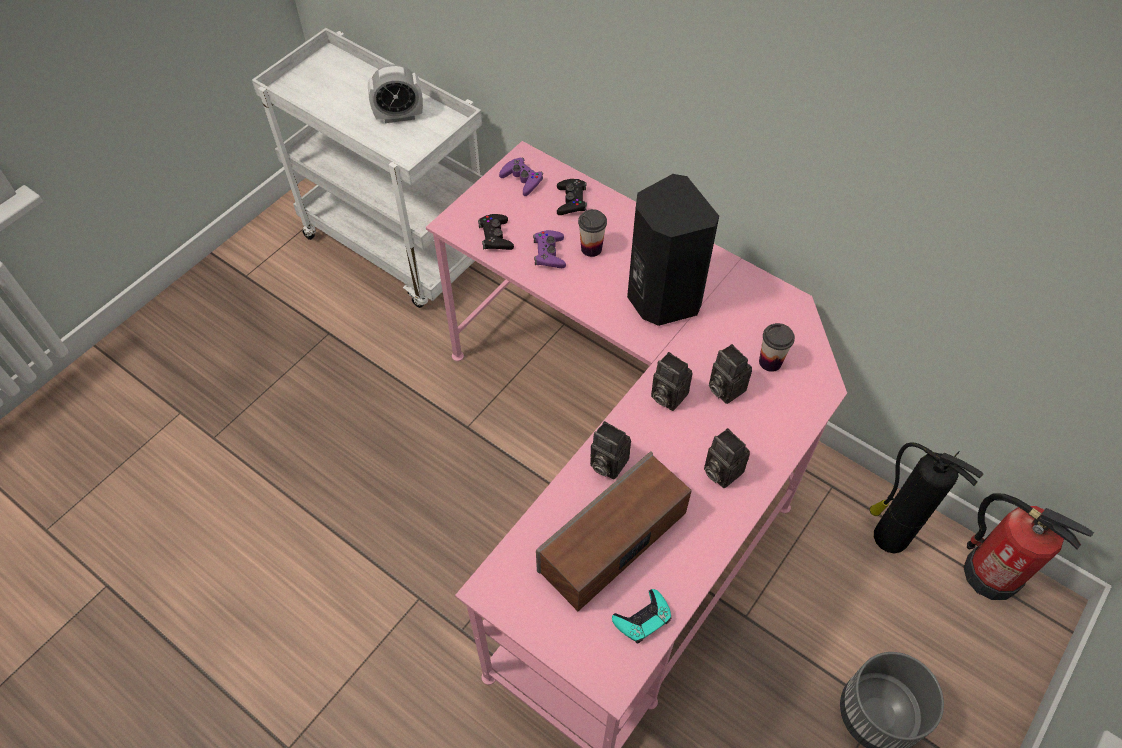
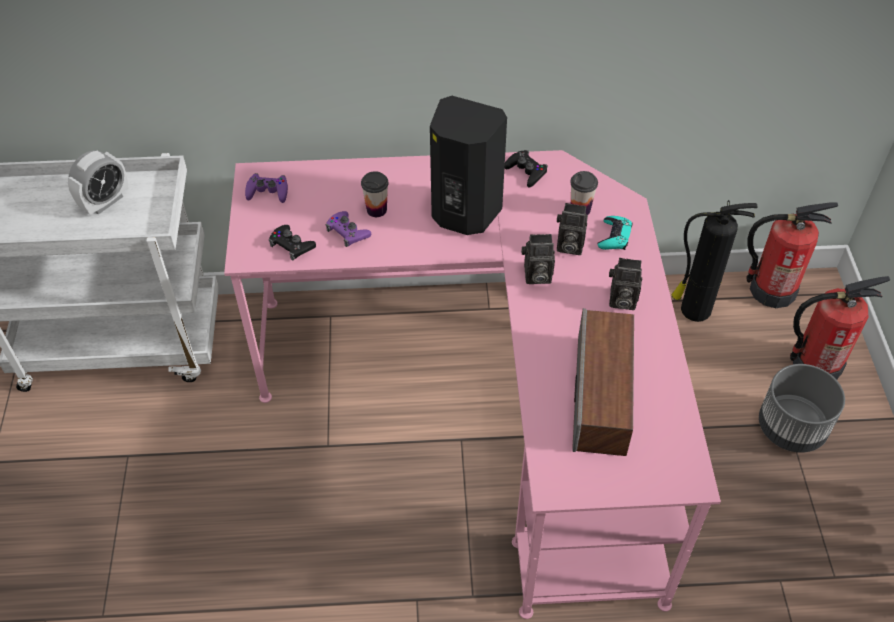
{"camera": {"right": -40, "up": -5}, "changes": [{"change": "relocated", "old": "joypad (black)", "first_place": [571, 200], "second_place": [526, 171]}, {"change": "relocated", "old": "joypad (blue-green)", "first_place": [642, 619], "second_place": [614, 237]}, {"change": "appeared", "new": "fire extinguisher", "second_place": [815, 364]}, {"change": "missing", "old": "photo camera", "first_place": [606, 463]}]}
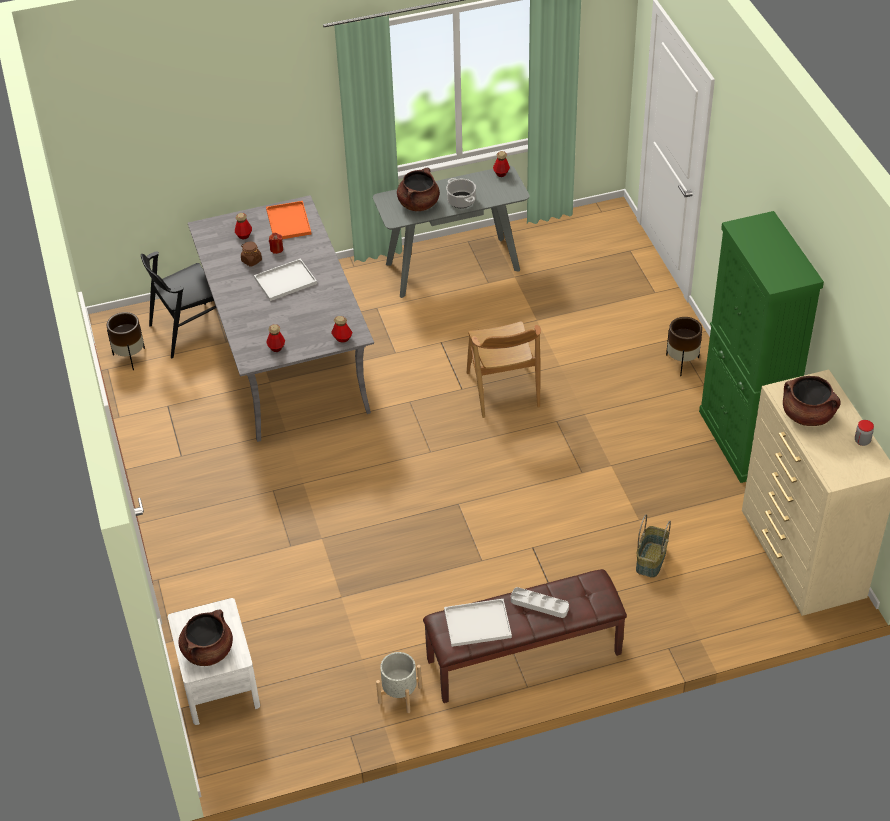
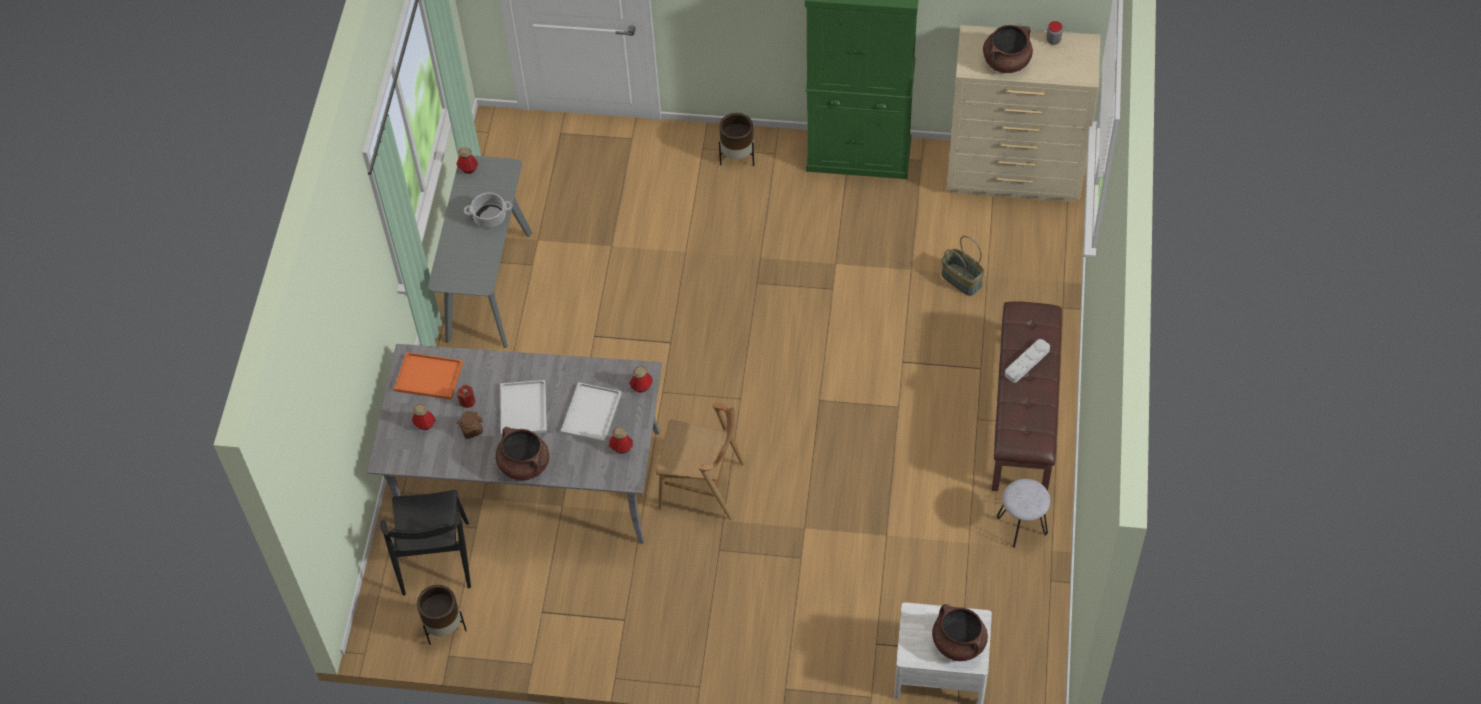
{"camera": {"right": -65, "up": 10}, "changes": [{"change": "relocated", "old": "saucepot (brown-coloured)", "first_place": [418, 204], "second_place": [524, 465]}, {"change": "relocated", "old": "serving tray (white)", "first_place": [476, 624], "second_place": [591, 414]}, {"change": "relocated", "old": "chair (brown-coloured)", "first_place": [502, 390], "second_place": [702, 486]}, {"change": "exchanged", "old": "planter (greyish)", "new": "sitting stool (greyish)", "first_place": [400, 694], "second_place": [1022, 526]}]}
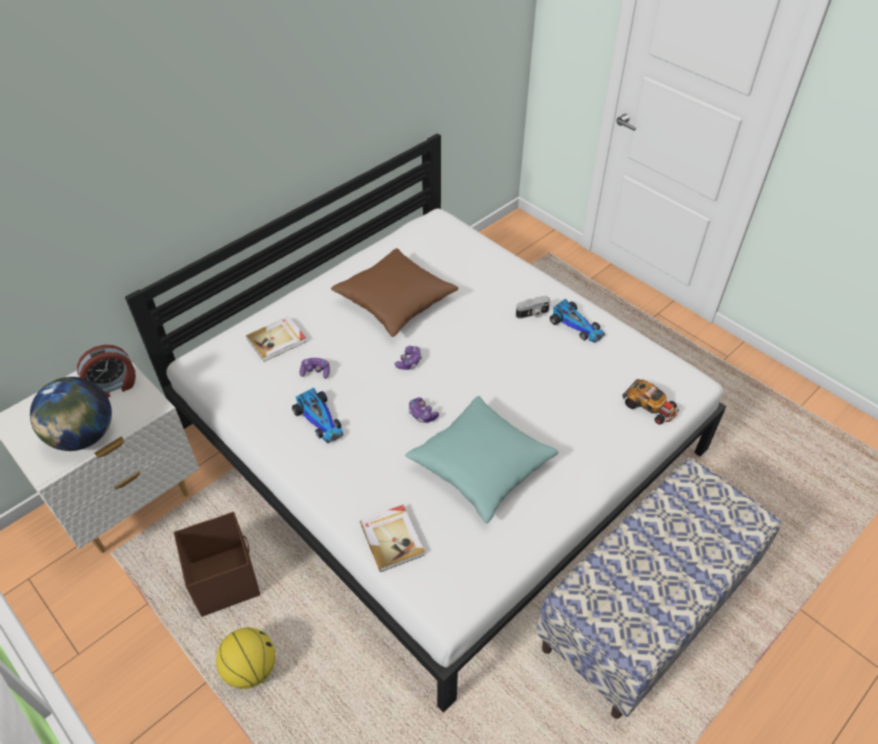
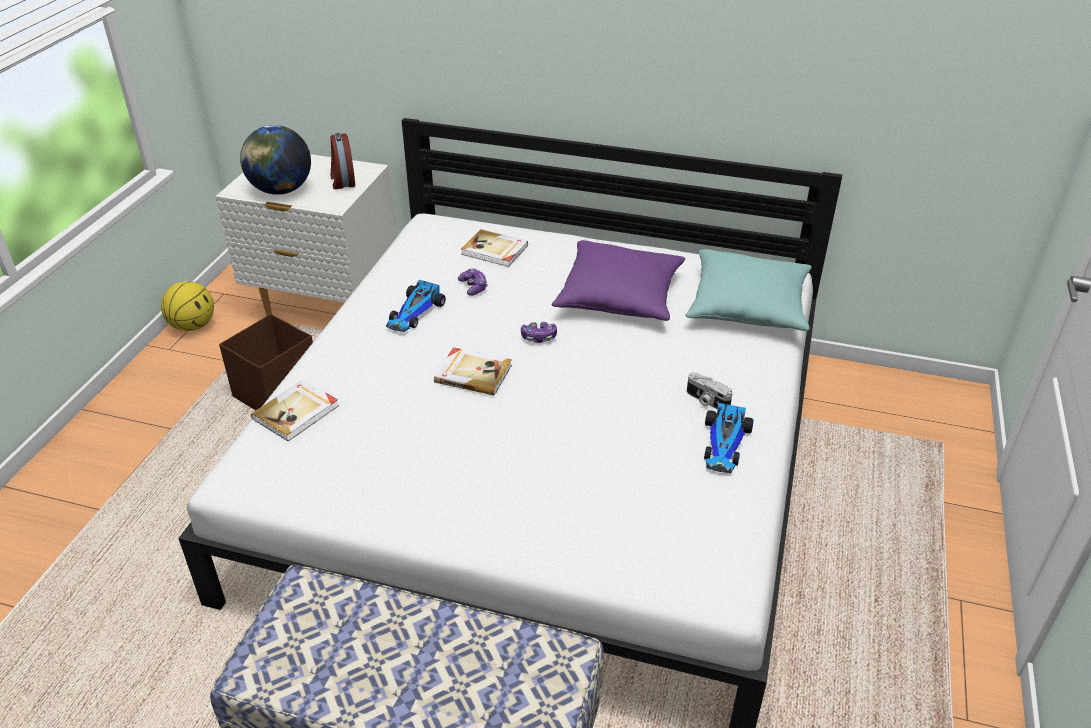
{"camera": {"right": 60, "up": -10}, "changes": [{"change": "relocated", "old": "basketball ball", "first_place": [251, 668], "second_place": [193, 326]}, {"change": "spun", "old": "bedside clock", "first_place": [113, 386], "second_place": [342, 180], "degrees": 45}, {"change": "exchanged", "old": "joypad", "new": "book", "first_place": [422, 414], "second_place": [473, 373]}, {"change": "colour", "old": "pillow (brown-coloured)", "new": "pillow (purplish)", "first_place": [395, 301], "second_place": [619, 297]}, {"change": "relocated", "old": "pillow (blue-green)", "first_place": [481, 466], "second_place": [748, 306]}, {"change": "missing", "old": "miniature car", "first_place": [650, 406]}]}
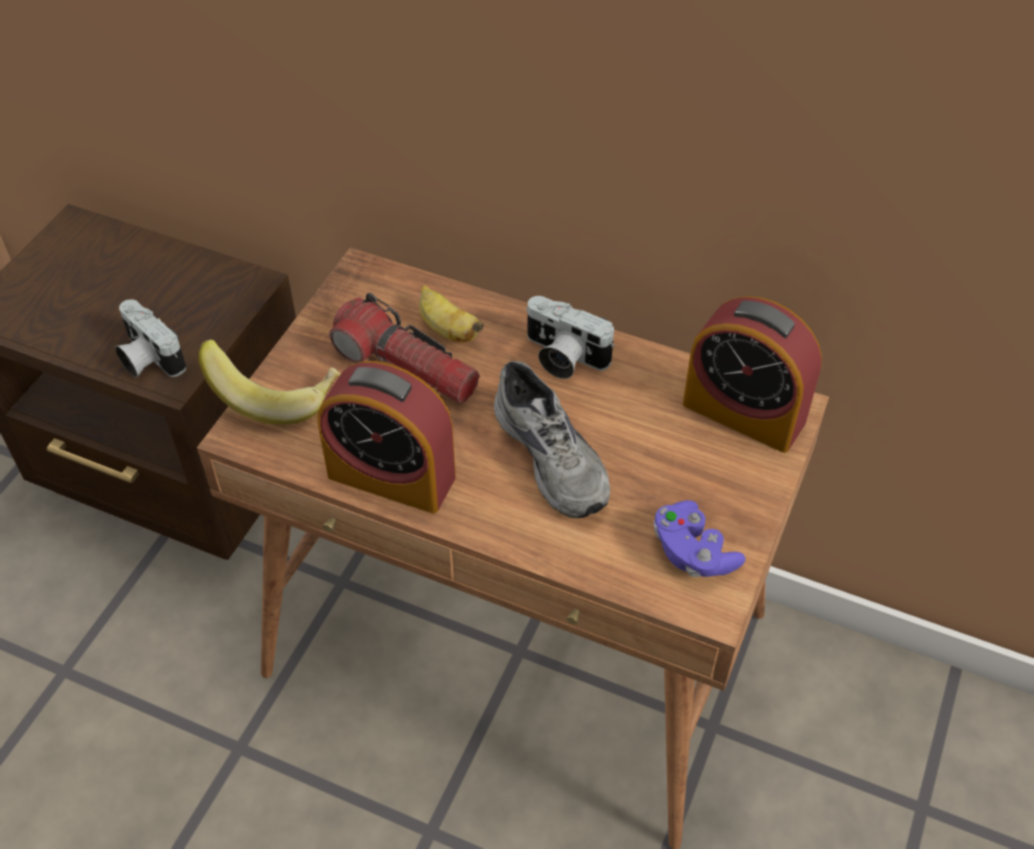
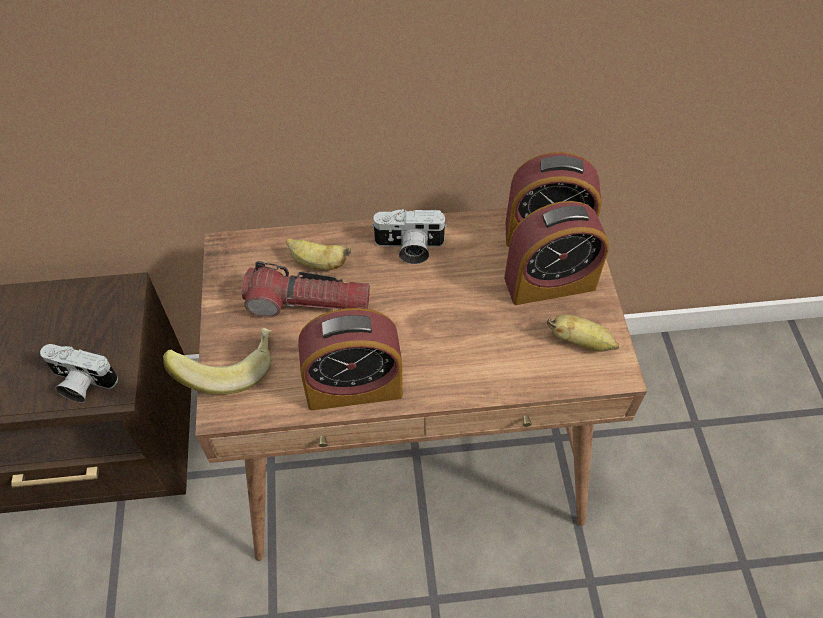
{"camera": {"right": -30, "up": 5}, "changes": [{"change": "appeared", "new": "bedside clock", "second_place": [549, 283]}, {"change": "exchanged", "old": "joypad (purplish)", "new": "banana", "first_place": [692, 552], "second_place": [581, 342]}, {"change": "missing", "old": "item of footwear (greyish)", "first_place": [554, 456]}]}
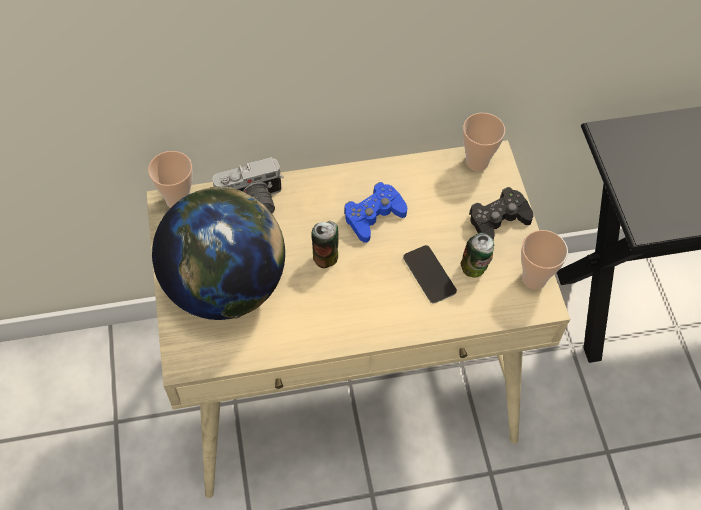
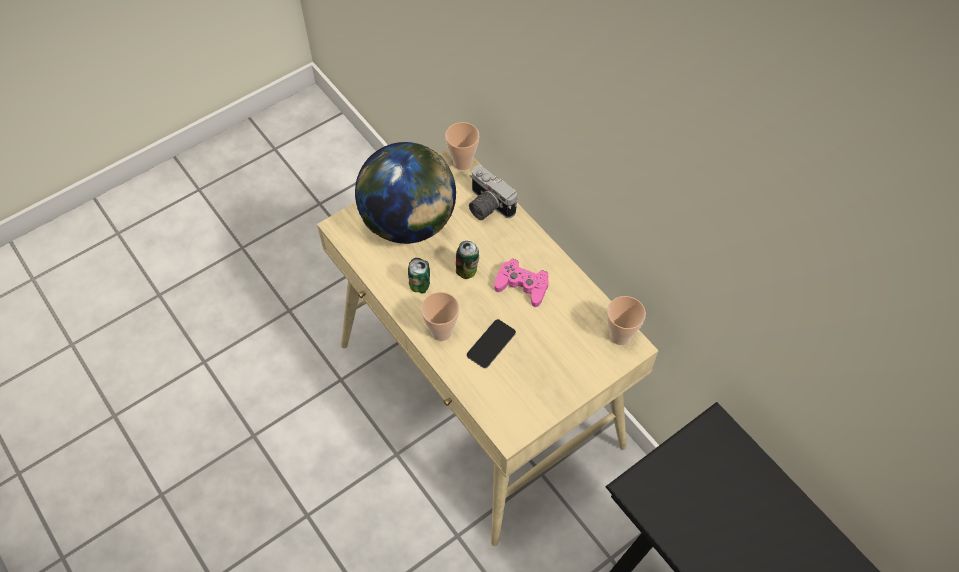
{"camera": {"right": 65, "up": 0}, "changes": [{"change": "relocated", "old": "metal can", "first_place": [475, 268], "second_place": [419, 287]}, {"change": "relocated", "old": "cup", "first_place": [534, 278], "second_place": [441, 331]}, {"change": "colour", "old": "joypad (blue-coloured)", "new": "joypad (pinkish)", "first_place": [373, 216], "second_place": [522, 286]}, {"change": "missing", "old": "joypad (black)", "first_place": [498, 220]}]}
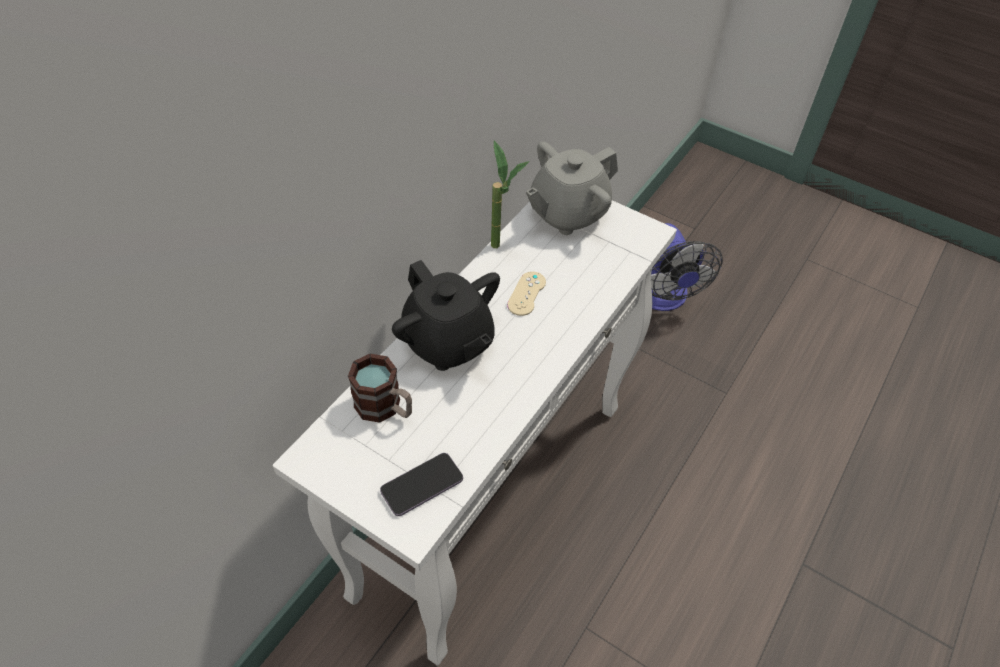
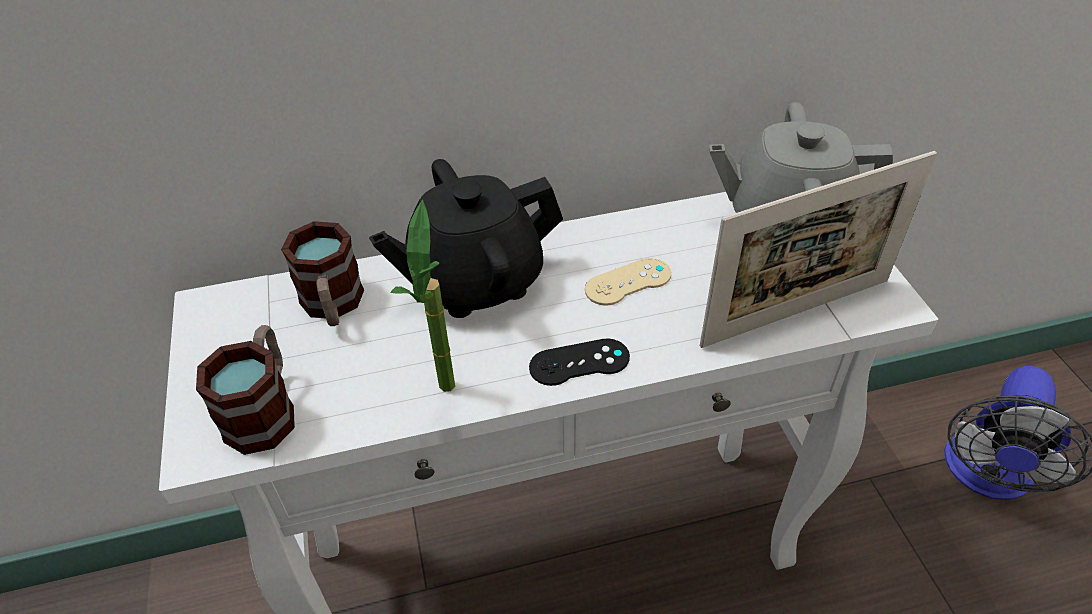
{"camera": {"right": 45, "up": -5}, "changes": [{"change": "exchanged", "old": "telephone", "new": "mug", "first_place": [422, 485], "second_place": [265, 410]}, {"change": "spun", "old": "teapot (black)", "first_place": [448, 343], "second_place": [475, 282], "degrees": 60}, {"change": "relocated", "old": "plant in a pot", "first_place": [502, 249], "second_place": [448, 399]}, {"change": "appeared", "new": "joypad (black)", "second_place": [579, 362]}, {"change": "appeared", "new": "standing frame", "second_place": [796, 312]}]}
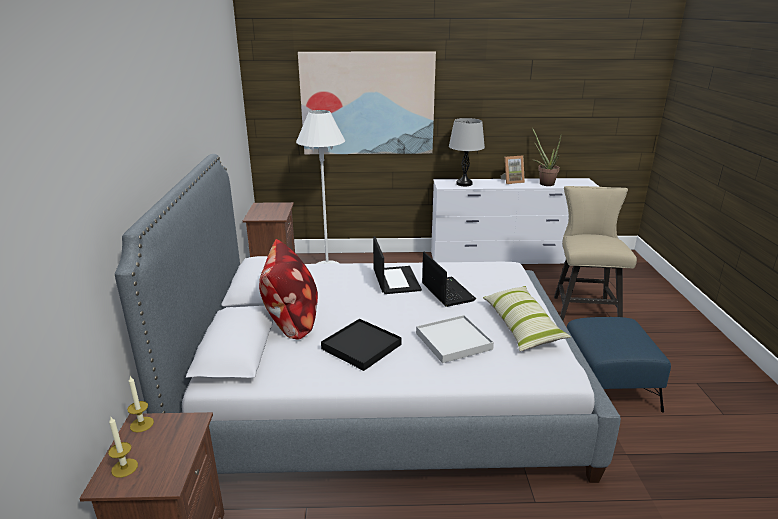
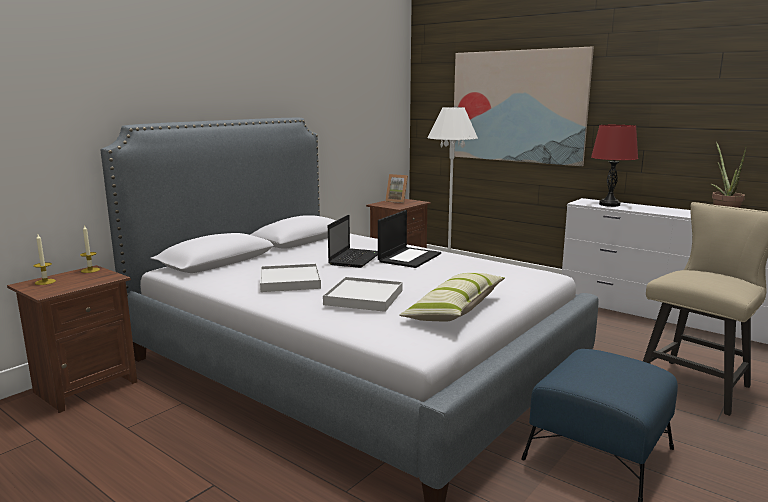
{"camera": {"right": 40, "up": -10}, "changes": [{"change": "colour", "old": "serving tray (black)", "new": "serving tray (white)", "first_place": [361, 347], "second_place": [289, 281]}, {"change": "relocated", "old": "portable computer", "first_place": [446, 292], "second_place": [355, 258]}, {"change": "relocated", "old": "standing frame", "first_place": [512, 181], "second_place": [397, 201]}, {"change": "colour", "old": "lamp for a table (greyish)", "new": "lamp for a table (red-coloured)", "first_place": [464, 184], "second_place": [609, 204]}, {"change": "missing", "old": "pillow", "first_place": [291, 321]}]}
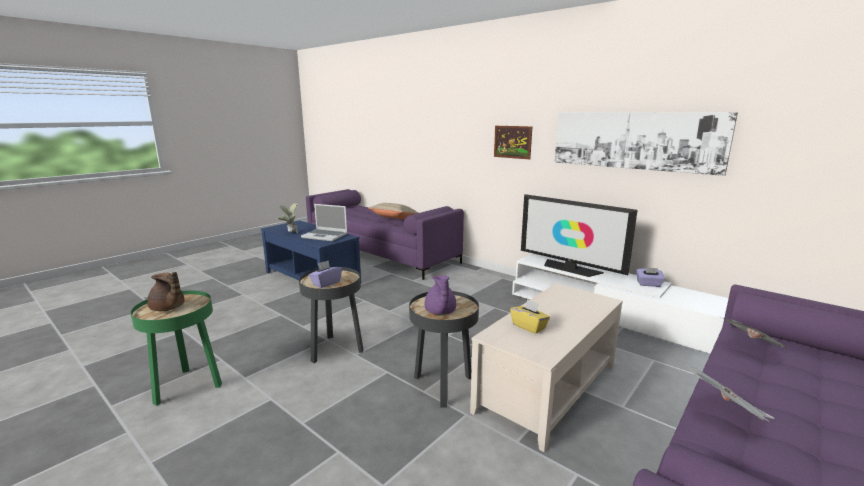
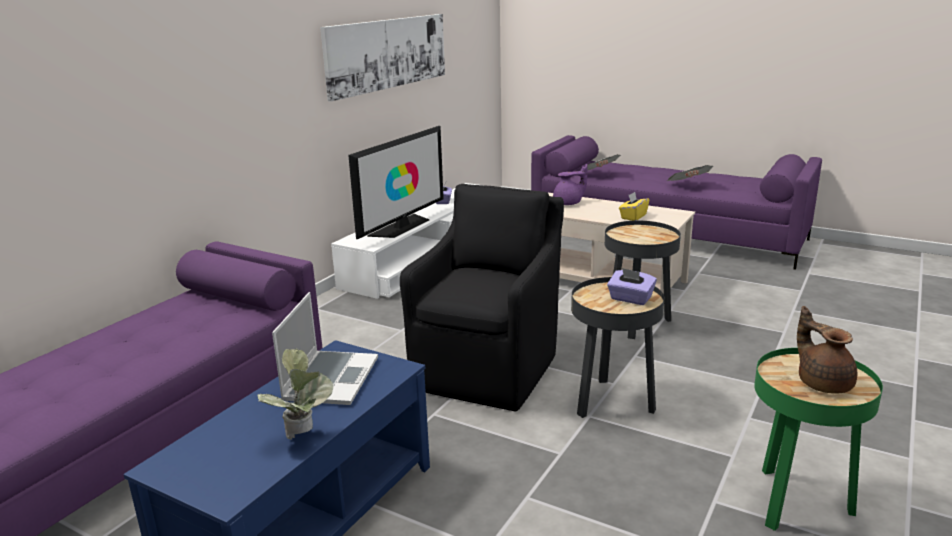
{"camera": {"right": -100, "up": 5}, "changes": [{"change": "appeared", "new": "armchair (black)", "second_place": [488, 369]}, {"change": "relocated", "old": "teapot (purplish)", "first_place": [440, 312], "second_place": [568, 203]}, {"change": "spun", "old": "teapot (brown-coloured)", "first_place": [168, 308], "second_place": [823, 382], "degrees": -45}, {"change": "missing", "old": "pillow (beige)", "first_place": [394, 219]}, {"change": "missing", "old": "picture", "first_place": [512, 142]}]}
